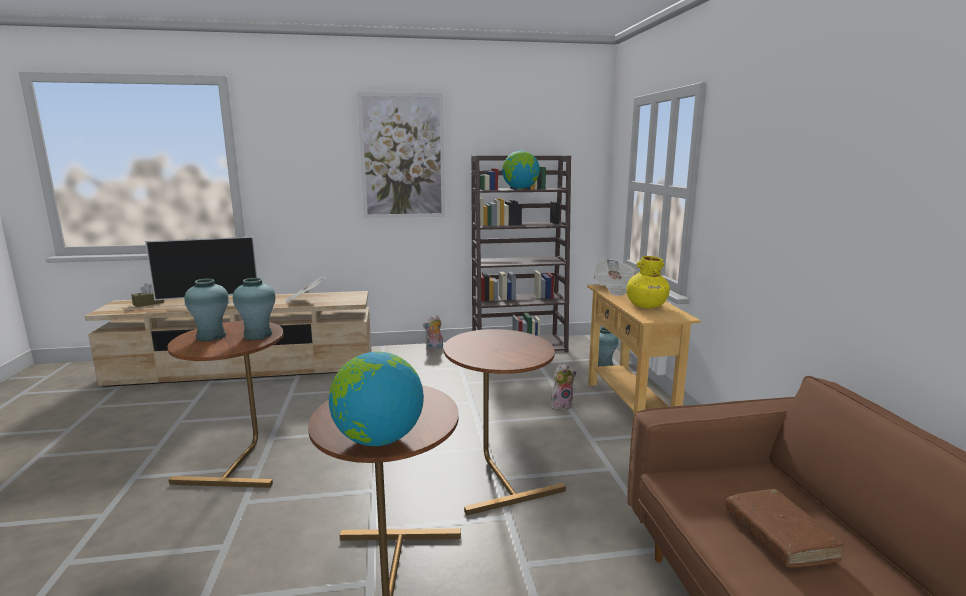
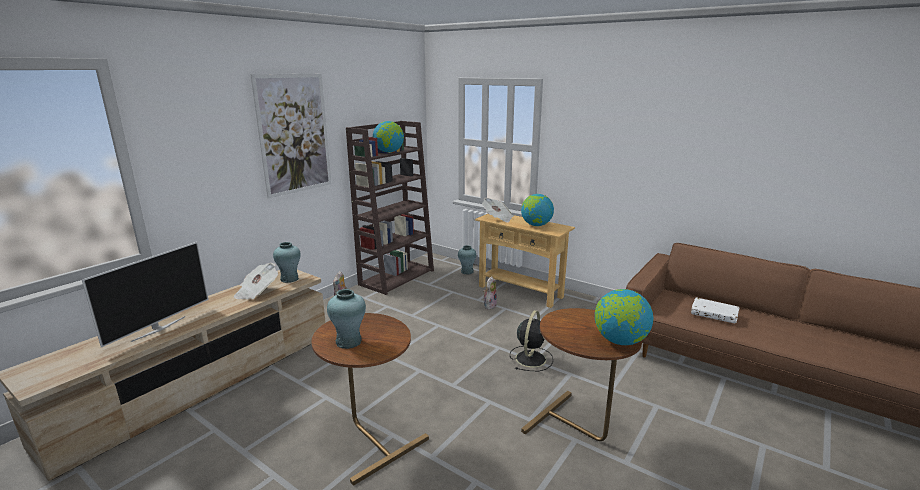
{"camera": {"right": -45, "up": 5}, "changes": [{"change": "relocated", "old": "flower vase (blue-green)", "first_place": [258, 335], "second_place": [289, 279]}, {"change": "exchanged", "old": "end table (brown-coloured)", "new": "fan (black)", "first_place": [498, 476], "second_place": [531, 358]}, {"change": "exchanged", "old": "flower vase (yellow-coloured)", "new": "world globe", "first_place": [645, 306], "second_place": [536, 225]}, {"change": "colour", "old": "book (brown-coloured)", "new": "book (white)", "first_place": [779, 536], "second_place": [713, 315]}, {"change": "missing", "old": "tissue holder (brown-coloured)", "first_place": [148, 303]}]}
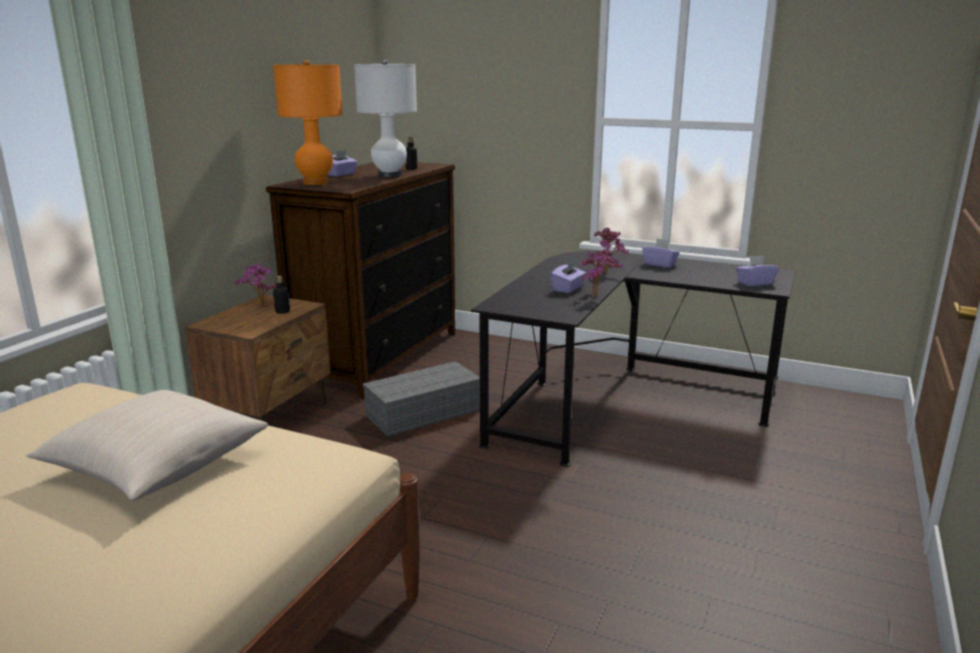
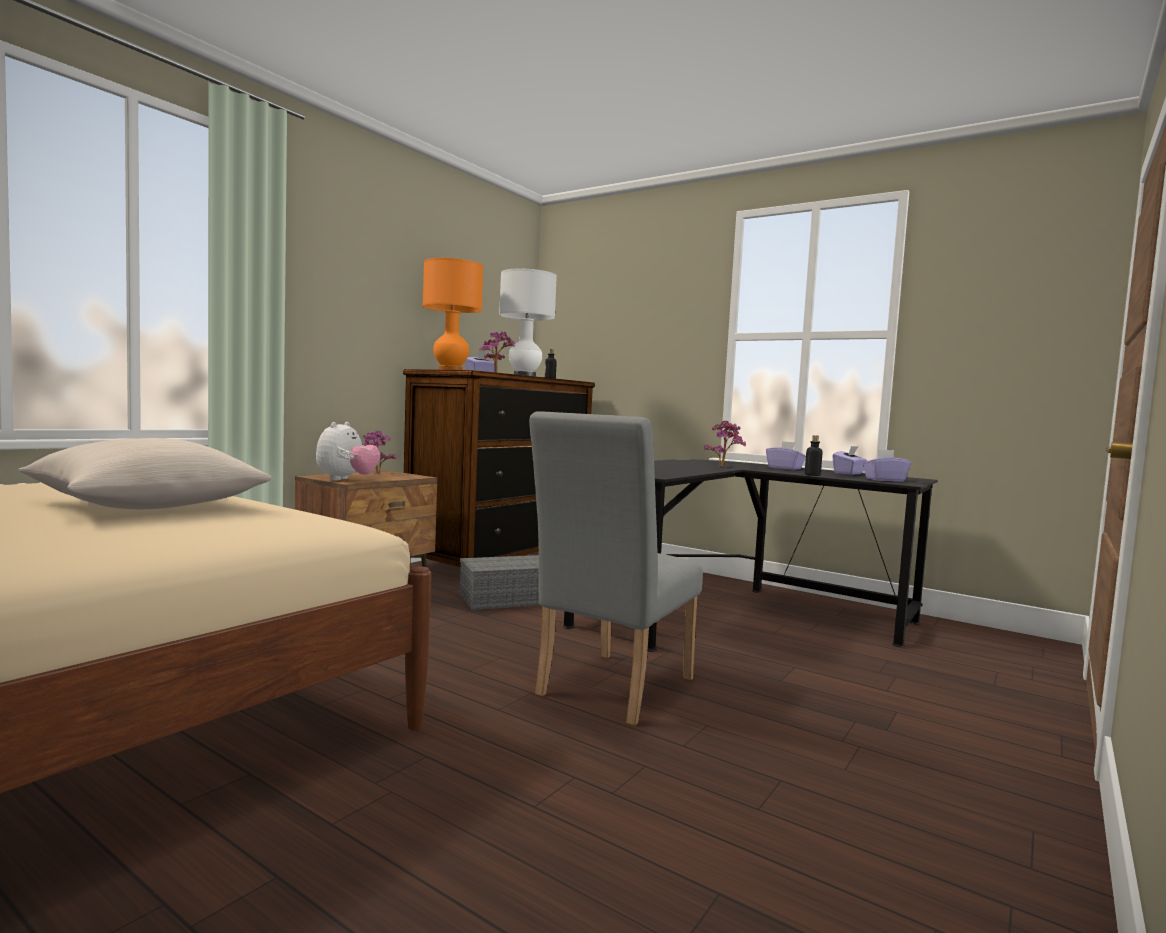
{"camera": {"right": 10, "up": -15}, "changes": [{"change": "appeared", "new": "soft toy", "second_place": [346, 480]}, {"change": "relocated", "old": "plant in a pot", "first_place": [598, 296], "second_place": [497, 373]}, {"change": "appeared", "new": "chair (greyish)", "second_place": [608, 690]}, {"change": "relocated", "old": "bottle", "first_place": [282, 311], "second_place": [812, 475]}, {"change": "relocated", "old": "tissue holder (purplish)", "first_place": [568, 289], "second_place": [849, 473]}]}
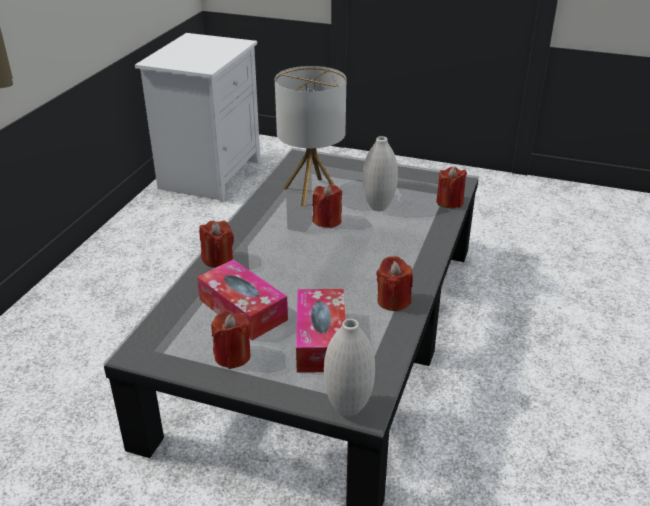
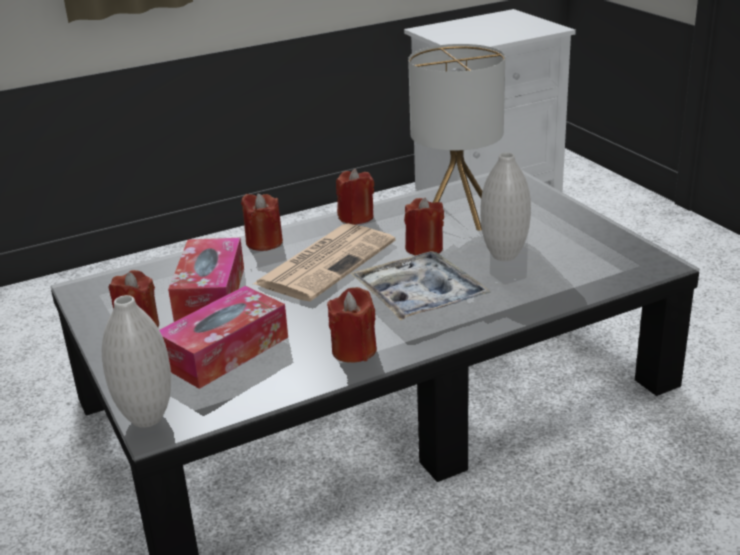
{"camera": {"right": 45, "up": -5}, "changes": [{"change": "appeared", "new": "newspaper", "second_place": [326, 262]}, {"change": "relocated", "old": "wax light (red-coloured)", "first_place": [449, 202], "second_place": [356, 217]}, {"change": "appeared", "new": "serving tray", "second_place": [419, 296]}]}
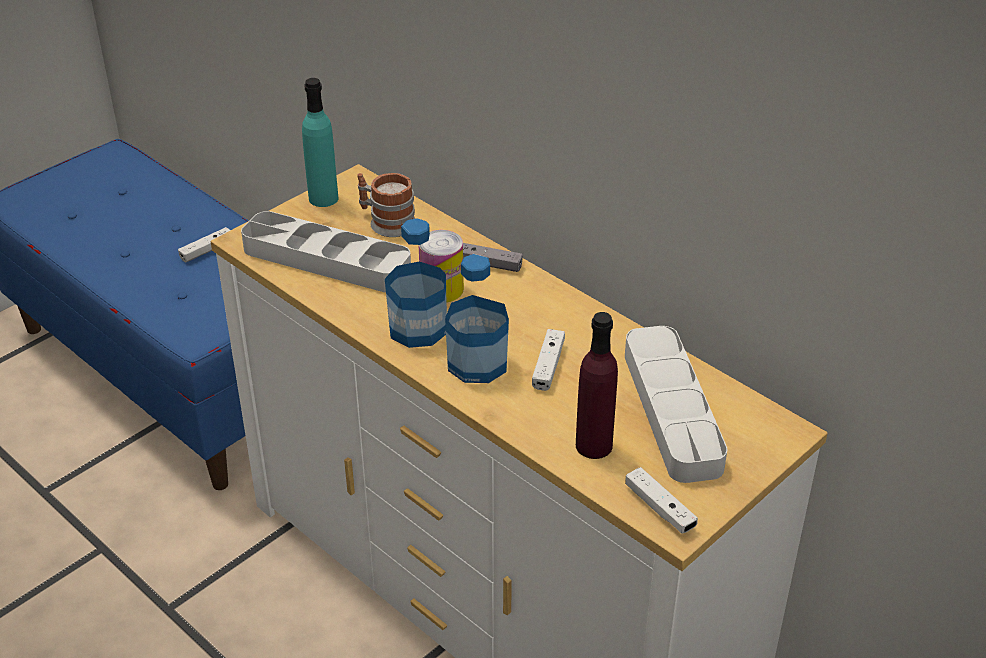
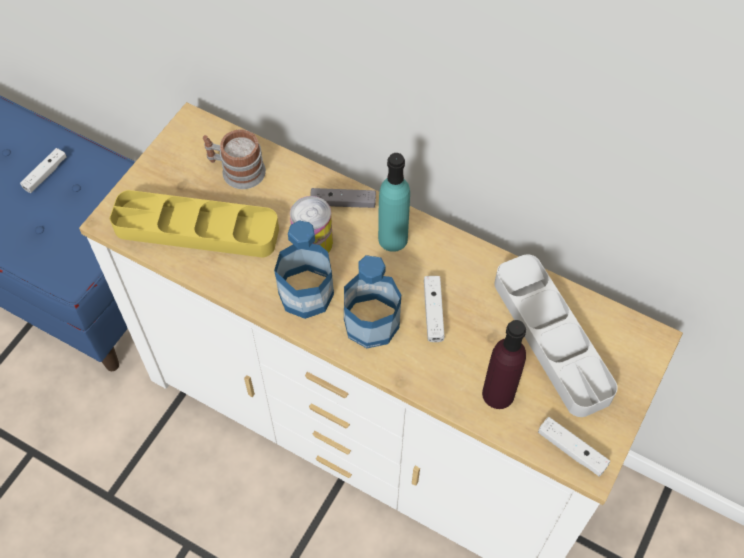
{"camera": {"right": -15, "up": 20}, "changes": [{"change": "colour", "old": "serving tray (greyish)", "new": "serving tray (yellow-coloured)", "first_place": [326, 260], "second_place": [196, 229]}, {"change": "relocated", "old": "bottle (blue-green)", "first_place": [323, 198], "second_place": [392, 239]}]}
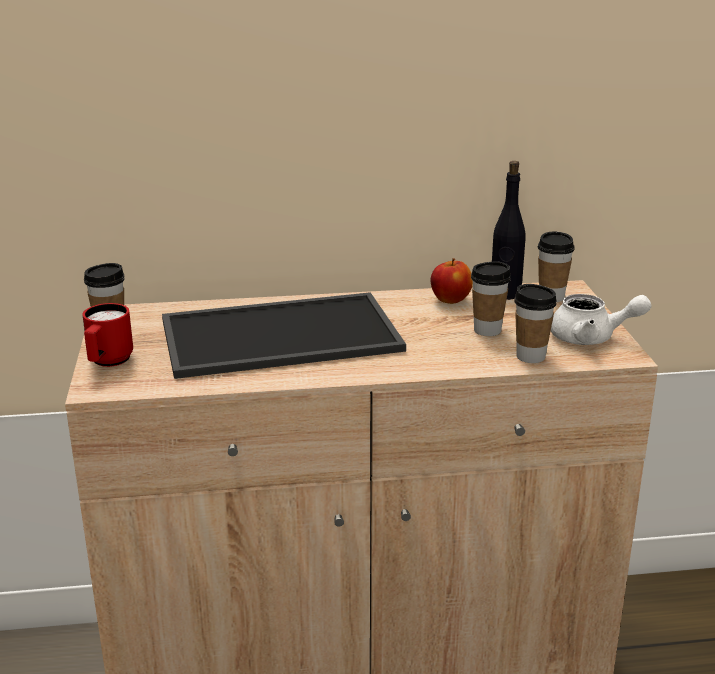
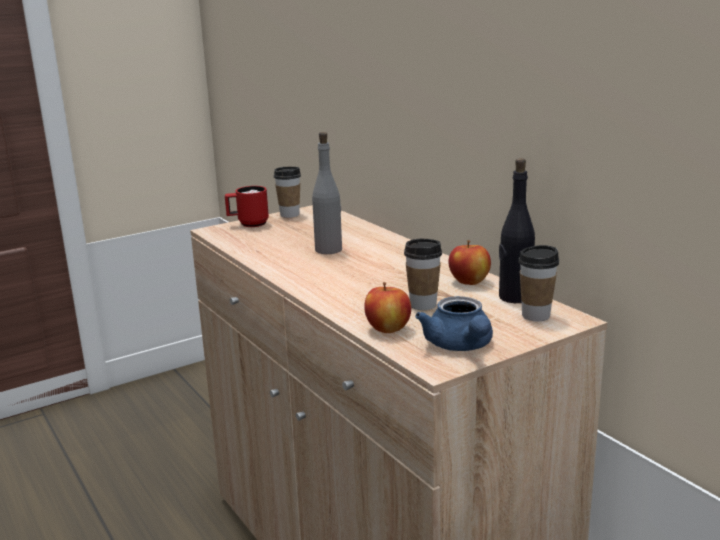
{"camera": {"right": 65, "up": -5}, "changes": [{"change": "exchanged", "old": "serving tray", "new": "bottle (greyish)", "first_place": [278, 337], "second_place": [329, 250]}, {"change": "exchanged", "old": "cup", "new": "whole apple", "first_place": [530, 356], "second_place": [388, 329]}, {"change": "colour", "old": "teapot (white)", "new": "teapot (blue-coloured)", "first_place": [591, 338], "second_place": [460, 346]}]}
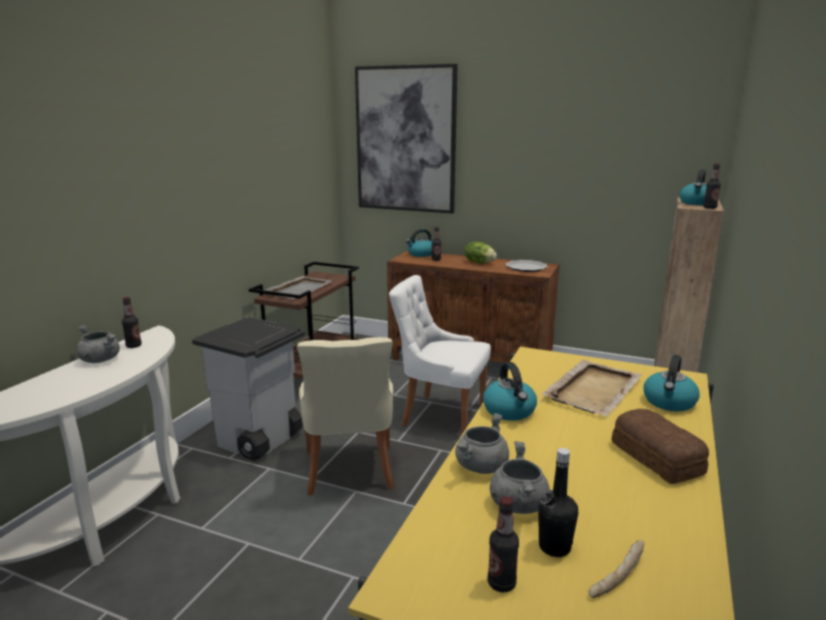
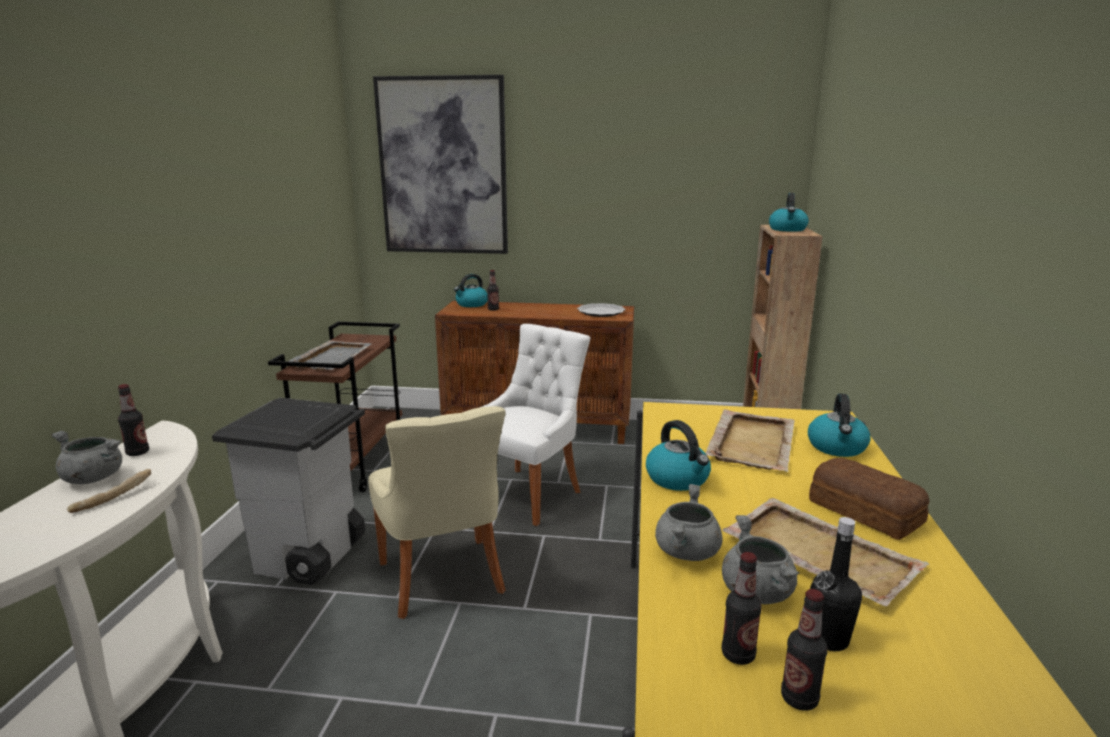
{"camera": {"right": -15, "up": 0}, "changes": [{"change": "relocated", "old": "baked bread", "first_place": [615, 576], "second_place": [112, 497]}, {"change": "spun", "old": "chair (white)", "first_place": [440, 415], "second_place": [528, 493], "degrees": 120}, {"change": "appeared", "new": "serving tray (beige)", "second_place": [818, 552]}, {"change": "relocated", "old": "bottle", "first_place": [710, 207], "second_place": [738, 655]}, {"change": "missing", "old": "lettuce head", "first_place": [479, 262]}]}
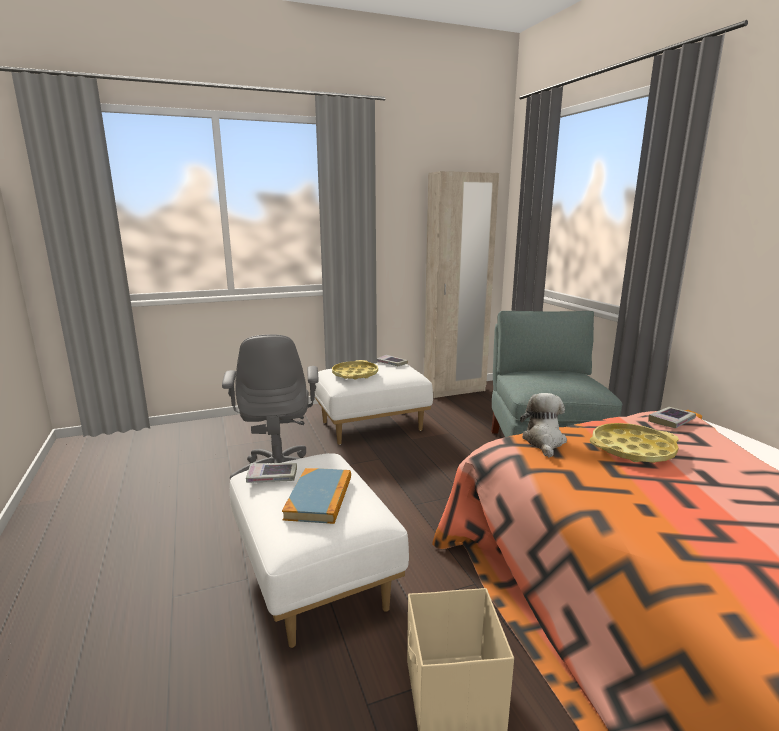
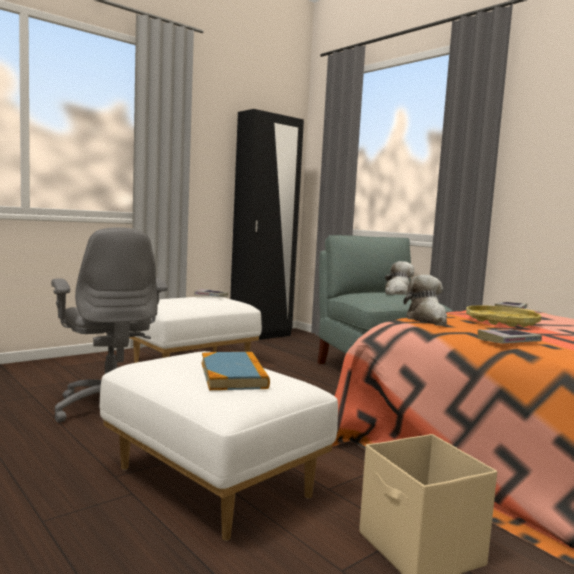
{"camera": {"right": -20, "up": -10}, "changes": [{"change": "colour", "old": "clothes cupboard (beige)", "new": "clothes cupboard (black)", "first_place": [454, 391], "second_place": [261, 336]}, {"change": "appeared", "new": "soft toy", "second_place": [397, 293]}, {"change": "relocated", "old": "book", "first_place": [272, 476], "second_place": [508, 341]}, {"change": "missing", "old": "serving tray (yellow-coloured)", "first_place": [355, 374]}]}
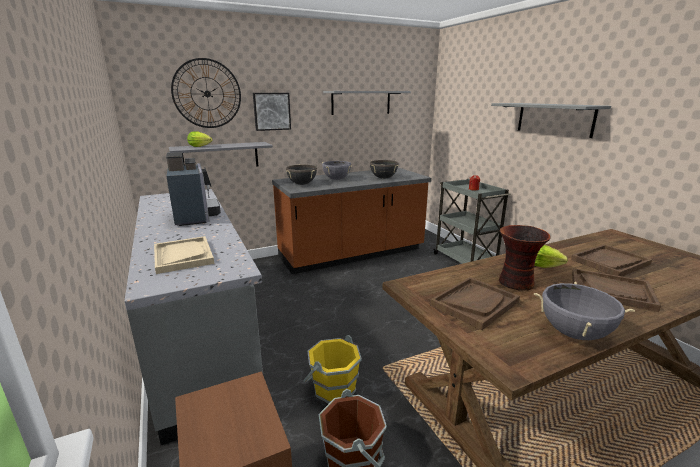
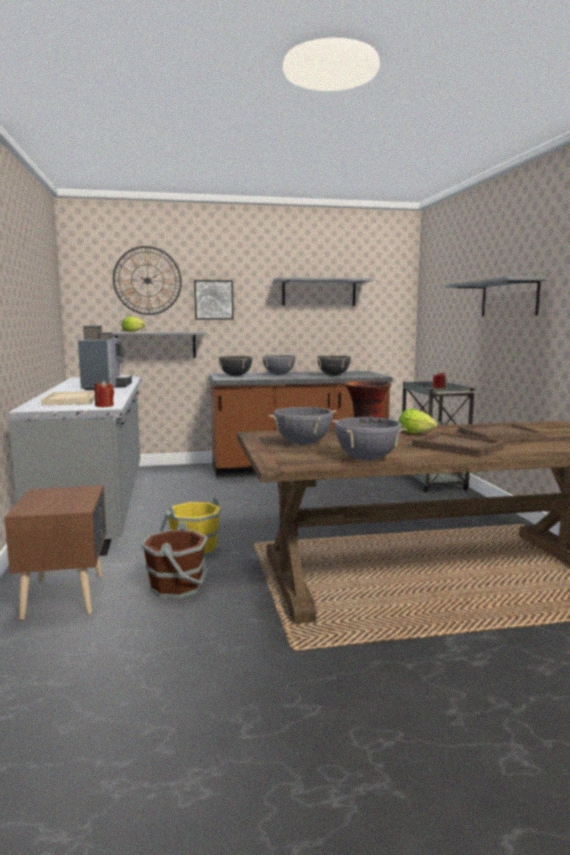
{"camera": {"right": 15, "up": -10}, "changes": [{"change": "appeared", "new": "wax light (red-coloured)", "second_place": [104, 406]}, {"change": "exchanged", "old": "serving tray (brown-coloured)", "new": "saucepot (greyish)", "first_place": [474, 303], "second_place": [303, 444]}]}
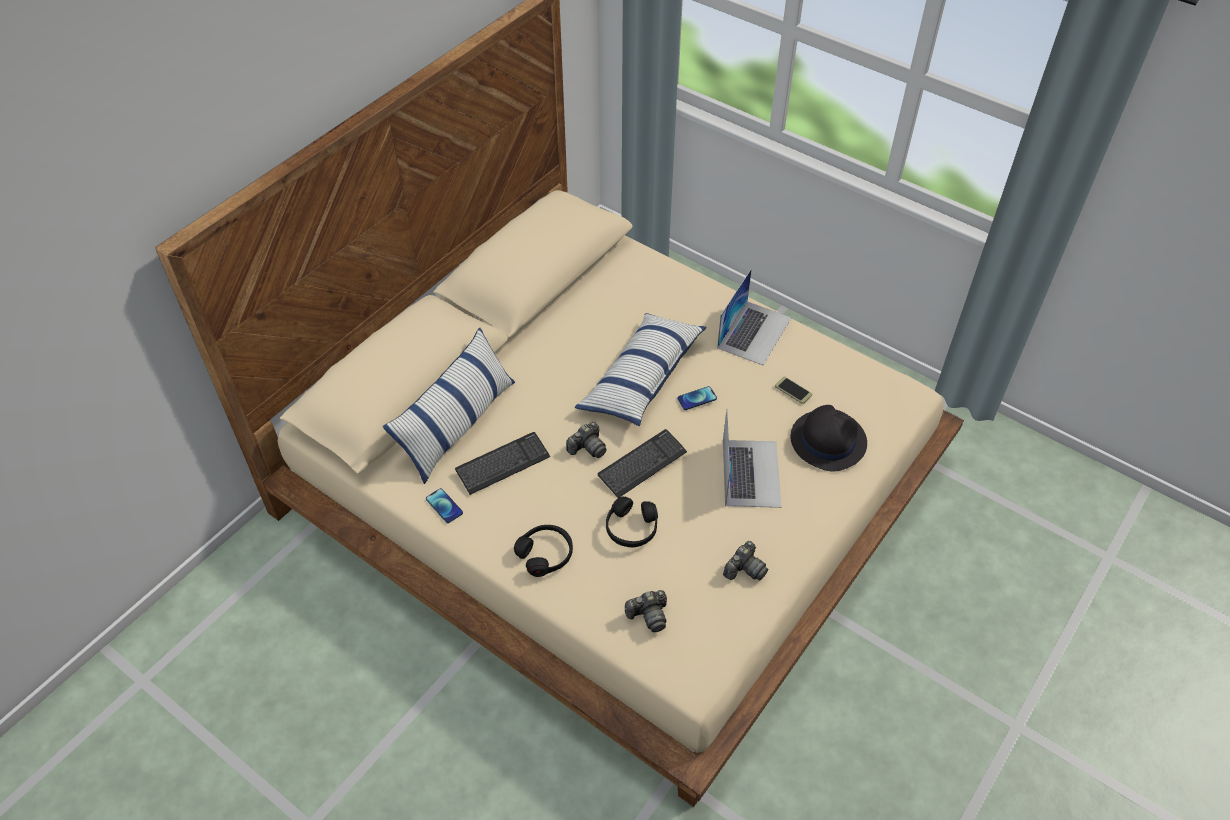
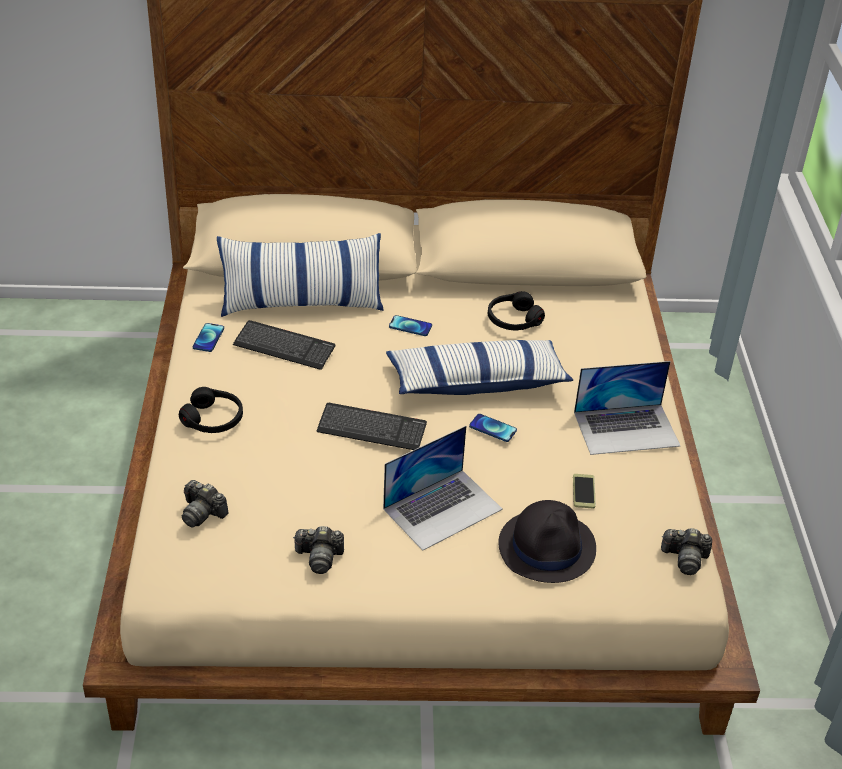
{"camera": {"right": 50, "up": -10}, "changes": [{"change": "appeared", "new": "telephone", "second_place": [410, 326]}, {"change": "relocated", "old": "headset (black)", "first_place": [631, 528], "second_place": [513, 319]}, {"change": "relocated", "old": "photo camera", "first_place": [587, 448], "second_place": [685, 558]}]}
